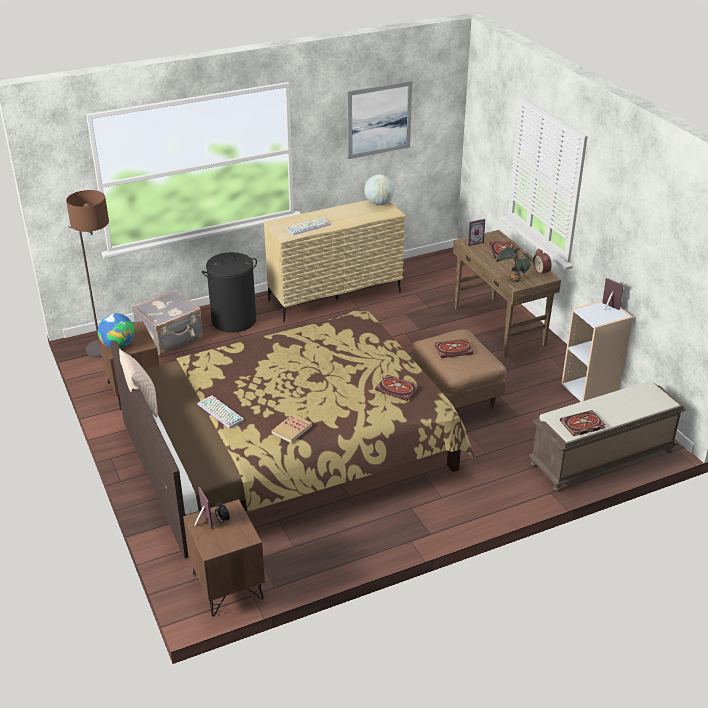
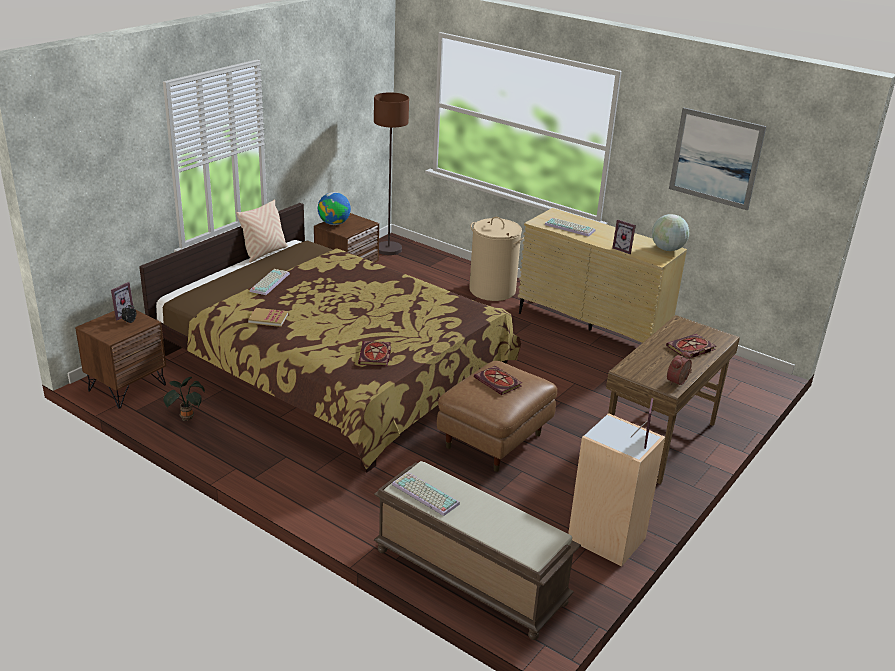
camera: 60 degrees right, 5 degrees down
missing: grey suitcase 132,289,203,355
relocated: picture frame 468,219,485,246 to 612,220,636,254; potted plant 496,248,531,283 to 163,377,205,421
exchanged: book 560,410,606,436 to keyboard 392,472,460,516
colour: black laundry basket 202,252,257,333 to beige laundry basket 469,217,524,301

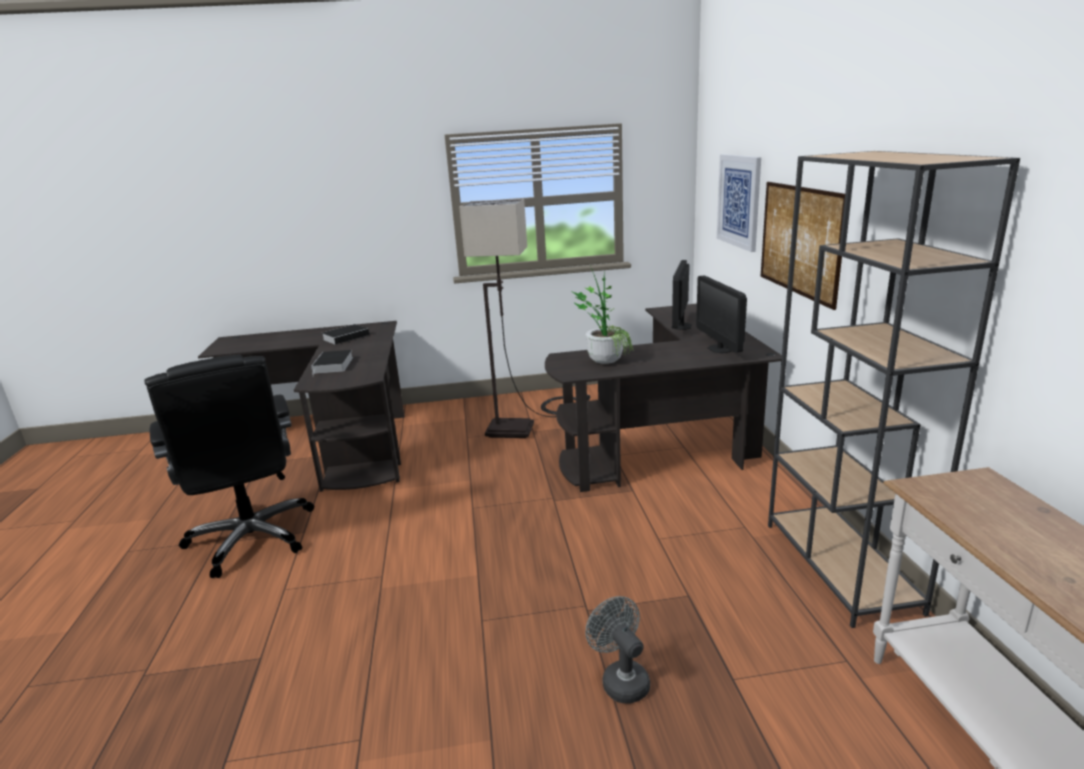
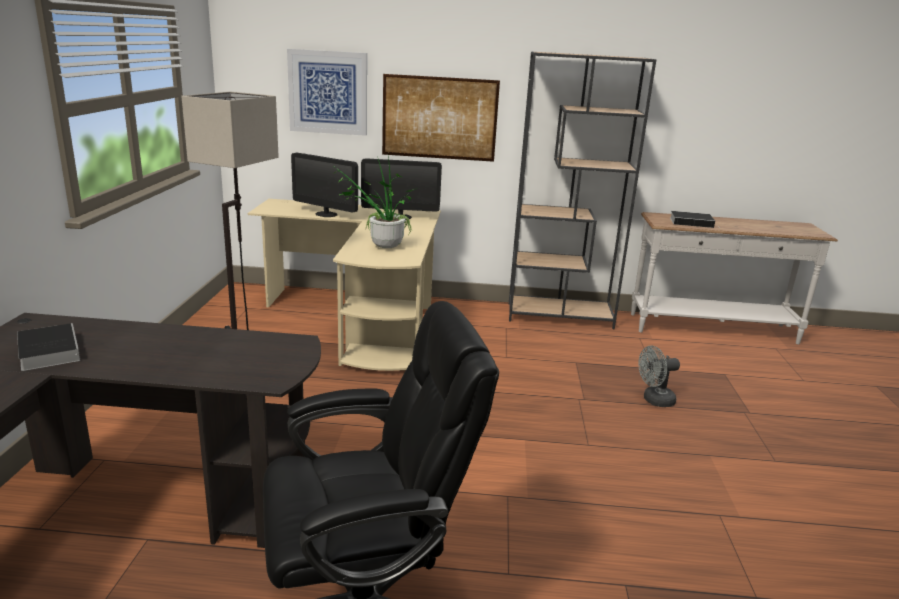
camera: 80 degrees left, 0 degrees up
relocated: book 311,350,353,376 to 670,211,719,228
colour: black desk 545,304,782,492 to beige desk 248,199,441,371

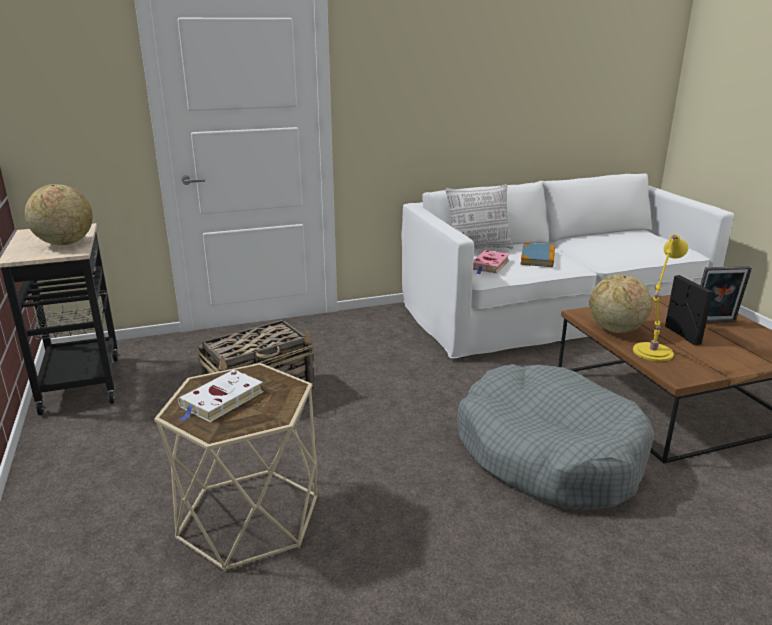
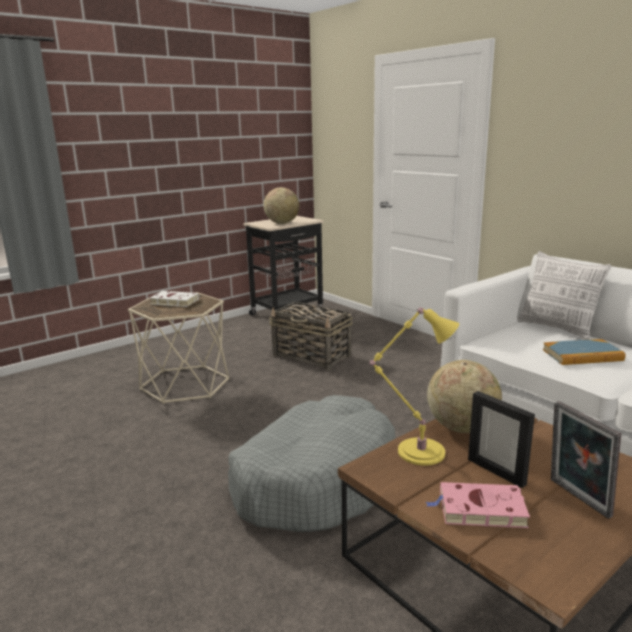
camera: 70 degrees right, 5 degrees down
relocated: pink book 473,250,510,274 to 426,482,530,528
spun: picture frame 665,275,713,345 = 468,391,535,488 90 degrees clockwise

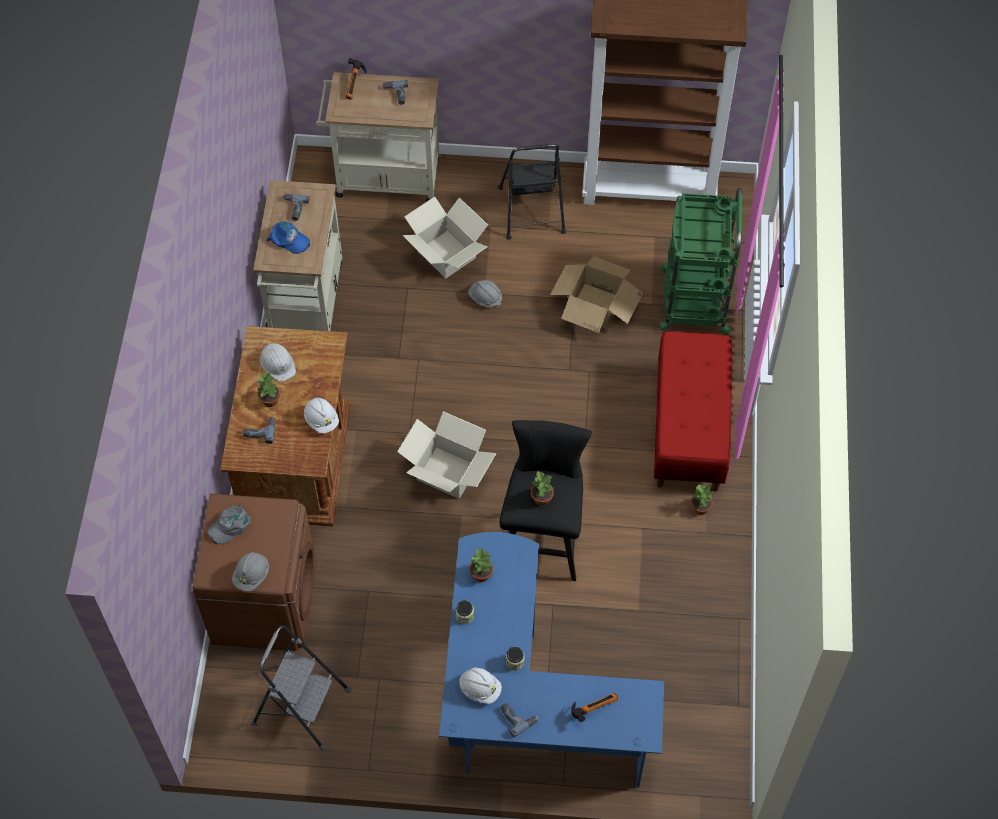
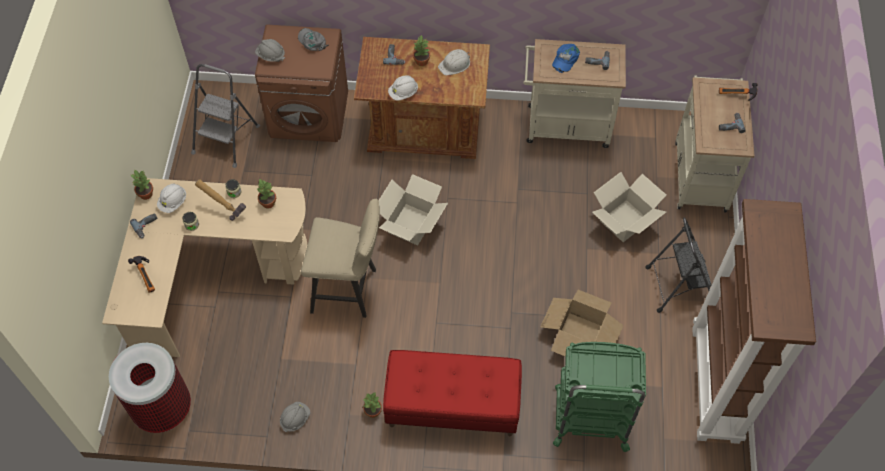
camera: 90 degrees right, 0 degrees up
appeared: trash can 109,343,191,433; hammer 195,179,246,221
relocated: grey hard hat 468,280,502,307 to 280,402,310,432; potted plant 531,470,554,505 to 131,169,153,200
colour: blue desk 439,532,664,787 to beige desk 102,178,307,357; black stool 500,420,592,581 to beige stool 301,199,380,318

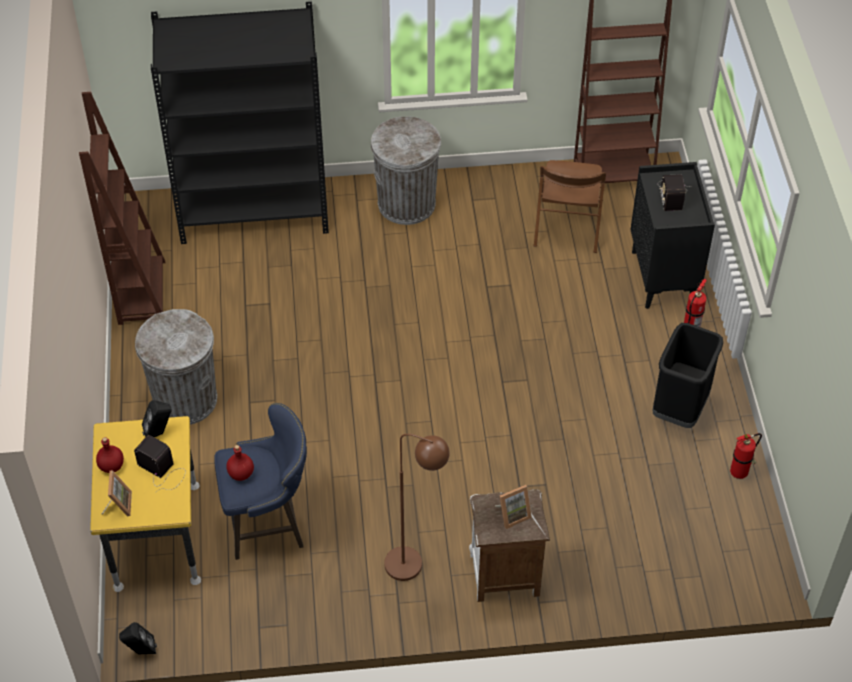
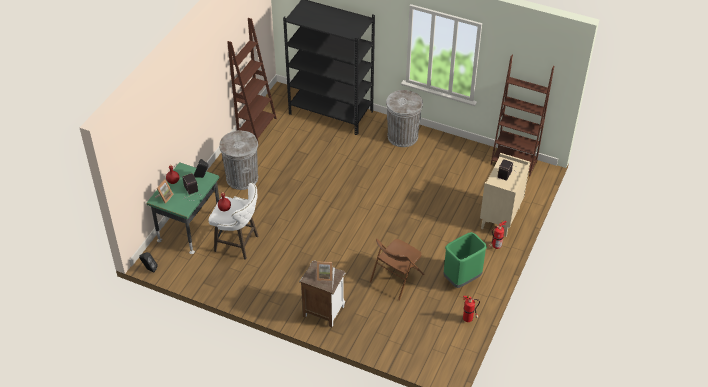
camera: 30 degrees right, 5 degrees down
missing: brown floor lamp 384,434,450,581
relocated: brown chair 533,160,606,253 to 370,239,425,300
colour: yellow desk 90,416,201,592 to green desk 146,162,219,254; blue stool 214,403,307,560 to white stool 209,183,258,260; black cabinet 630,162,715,309 to beige cabinet 480,153,530,237; black trash can 653,323,723,428 to green trash can 443,232,487,288

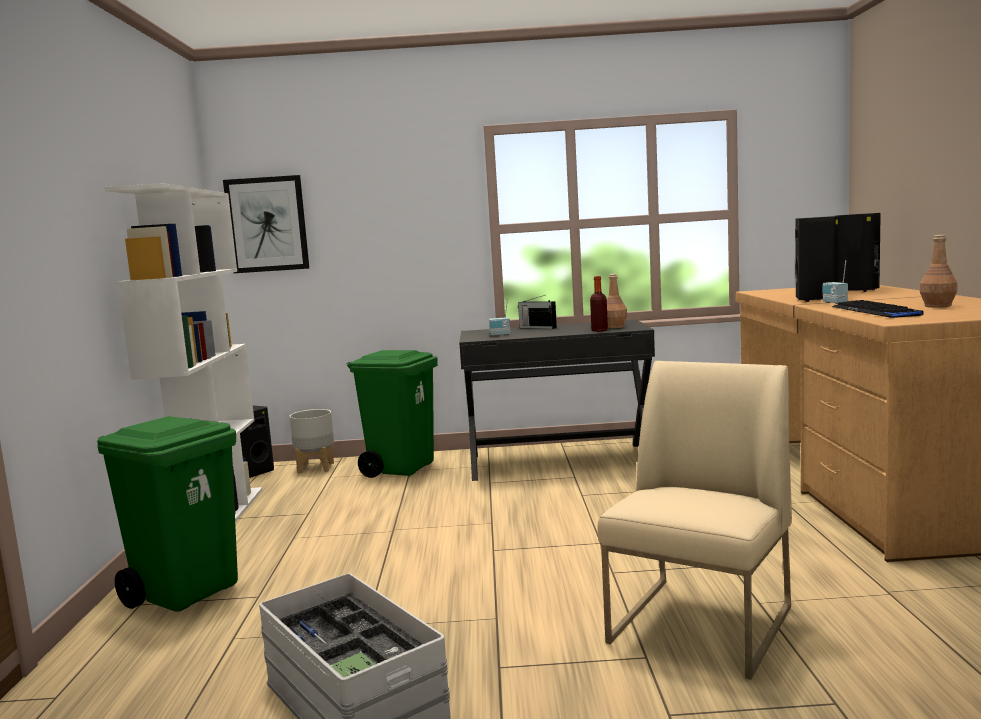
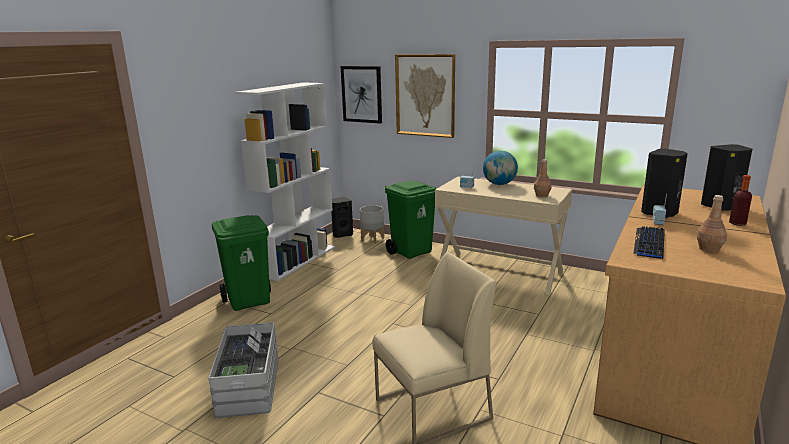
camera: 30 degrees right, 10 degrees up
appeared: picture 395,54,455,138
relocated: bottle 590,276,608,332 to 729,175,752,226
exchanged: radio 518,295,557,329 to globe 483,151,518,185
colour: black desk 459,320,655,481 to beige desk 435,177,572,295

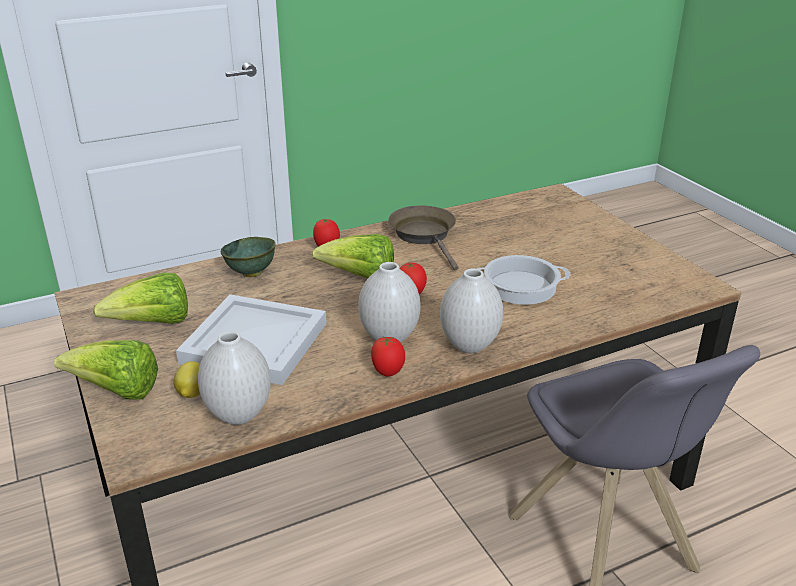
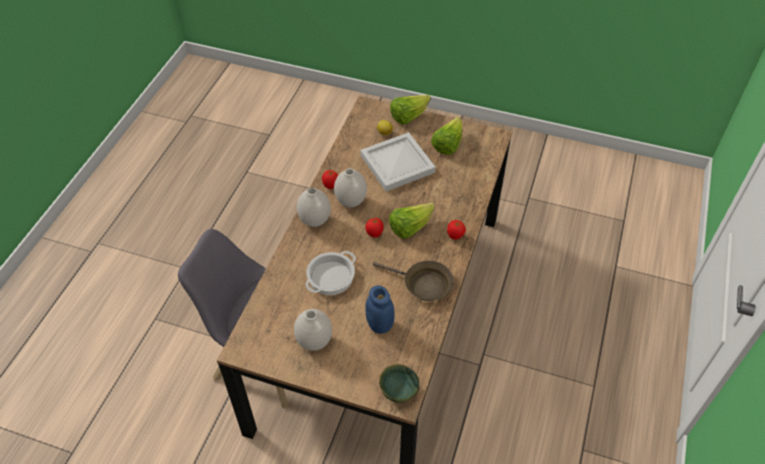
camera: 135 degrees right, 20 degrees up
appeared: blue jar 365,286,395,334
relocated: white vase 198,331,271,425 to 294,309,332,351; green bowl 221,237,276,277 to 379,364,419,403

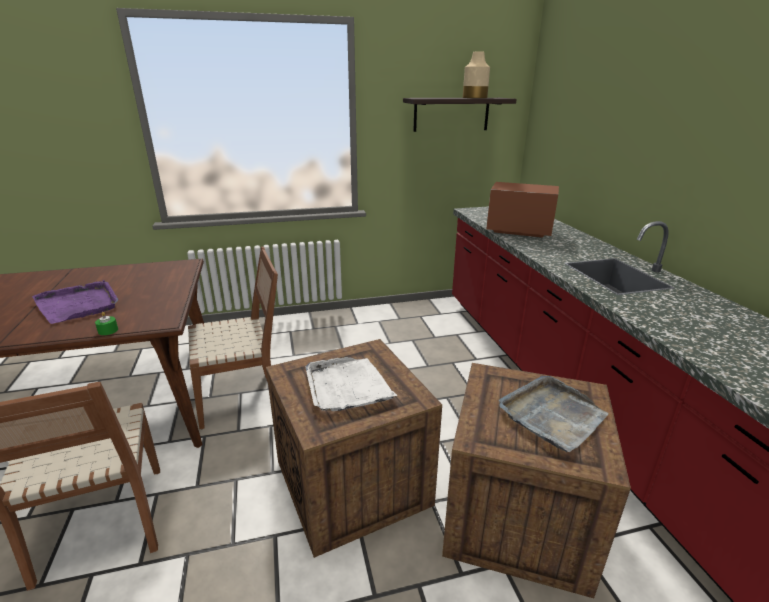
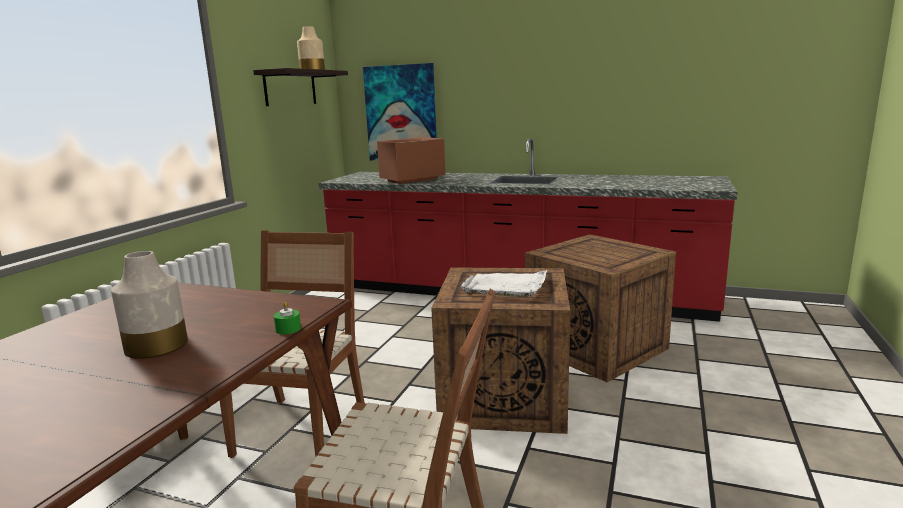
camera: 55 degrees left, 10 degrees down
missing: grey tray 499,376,608,452
appeared: picture 363,63,437,161
exchanged: purple tray 32,280,118,324 to beige vase 111,251,188,359

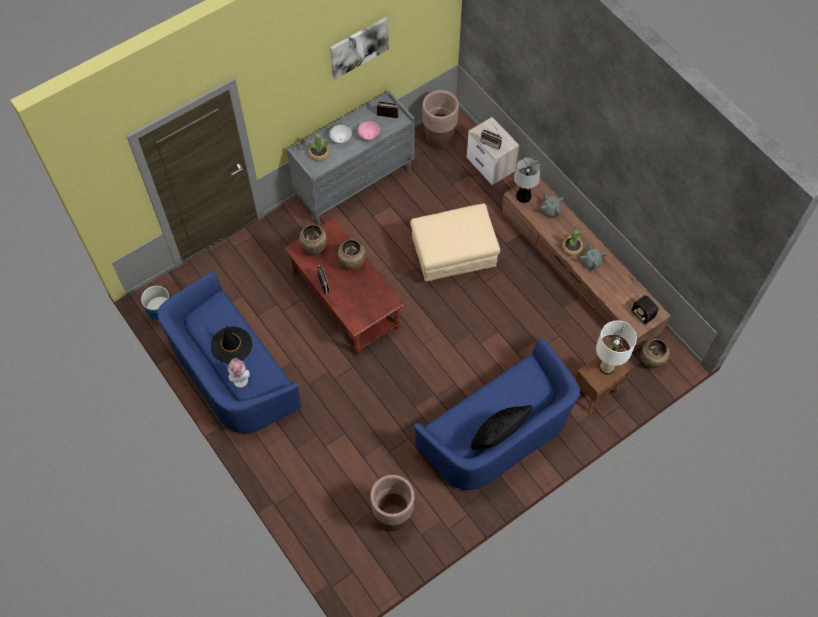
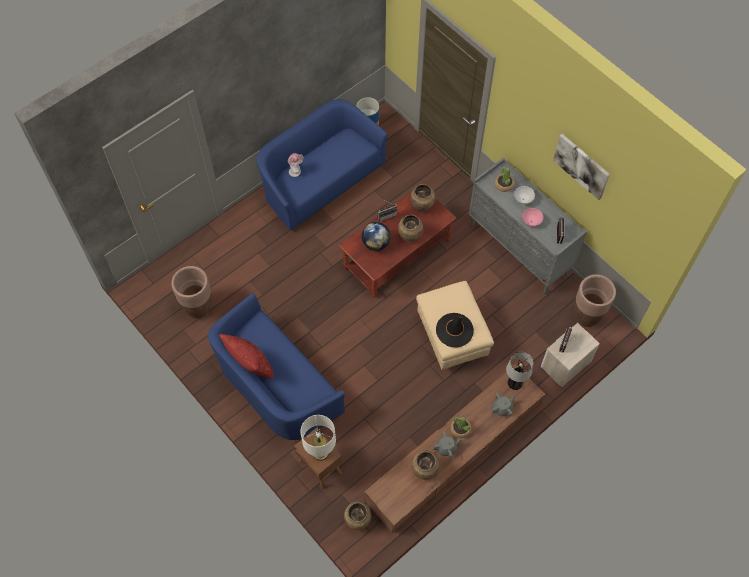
camera: 85 degrees right, 0 degrees up
missing: radio 624,294,659,325
appeared: globe 362,222,391,251; brown vase 412,451,440,480
relocated: black hat 211,325,252,364 to 436,313,474,348
colour: black pillow 471,405,533,450 to red pillow 219,334,274,379

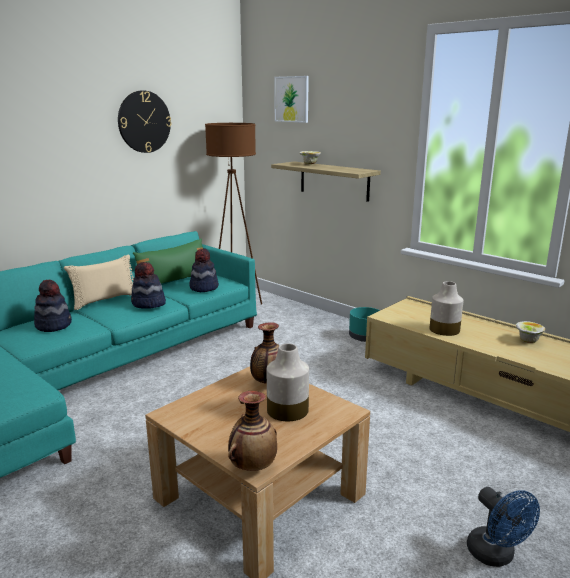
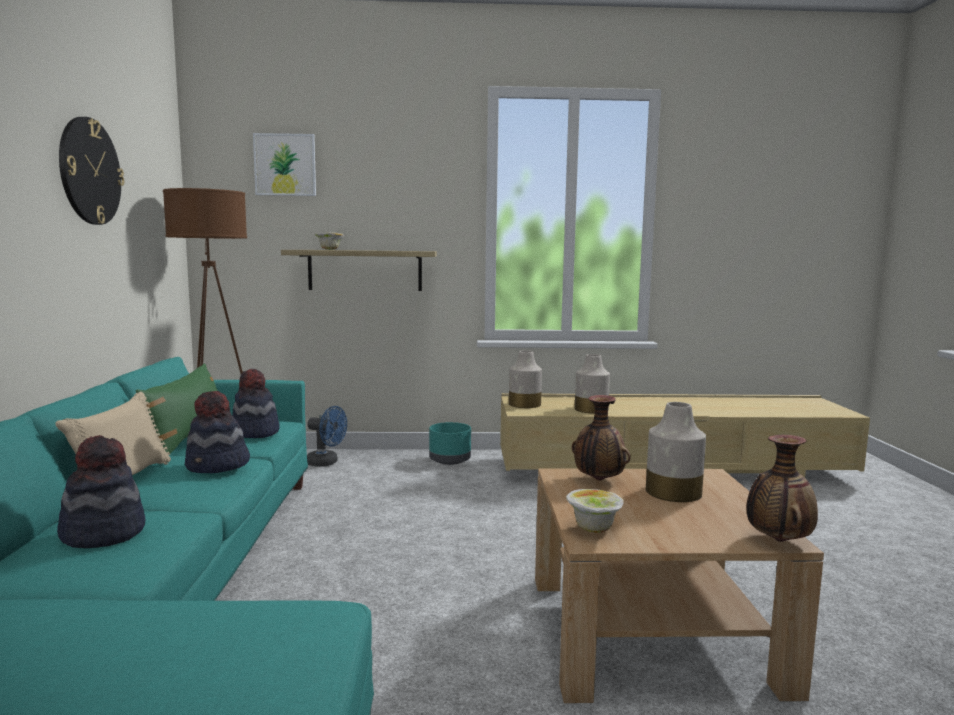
camera: 45 degrees left, 10 degrees down
appeared: beige vase 509,350,542,408
relocated: blue fan 467,487,540,567 to 307,406,347,467; bowl 516,321,545,343 to 566,489,624,533

